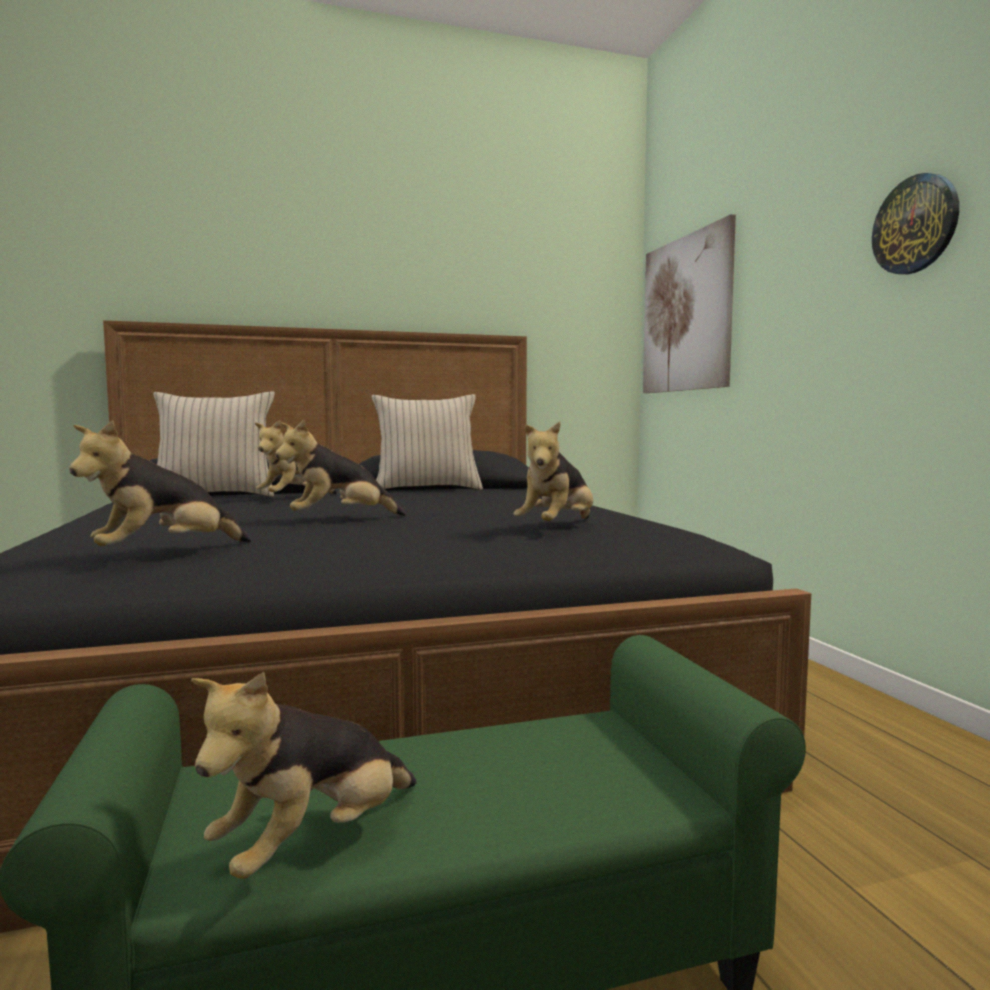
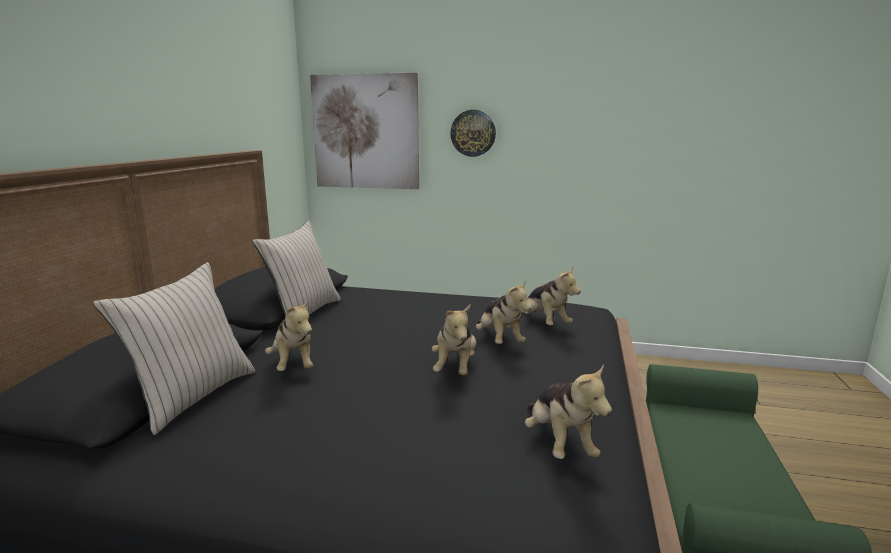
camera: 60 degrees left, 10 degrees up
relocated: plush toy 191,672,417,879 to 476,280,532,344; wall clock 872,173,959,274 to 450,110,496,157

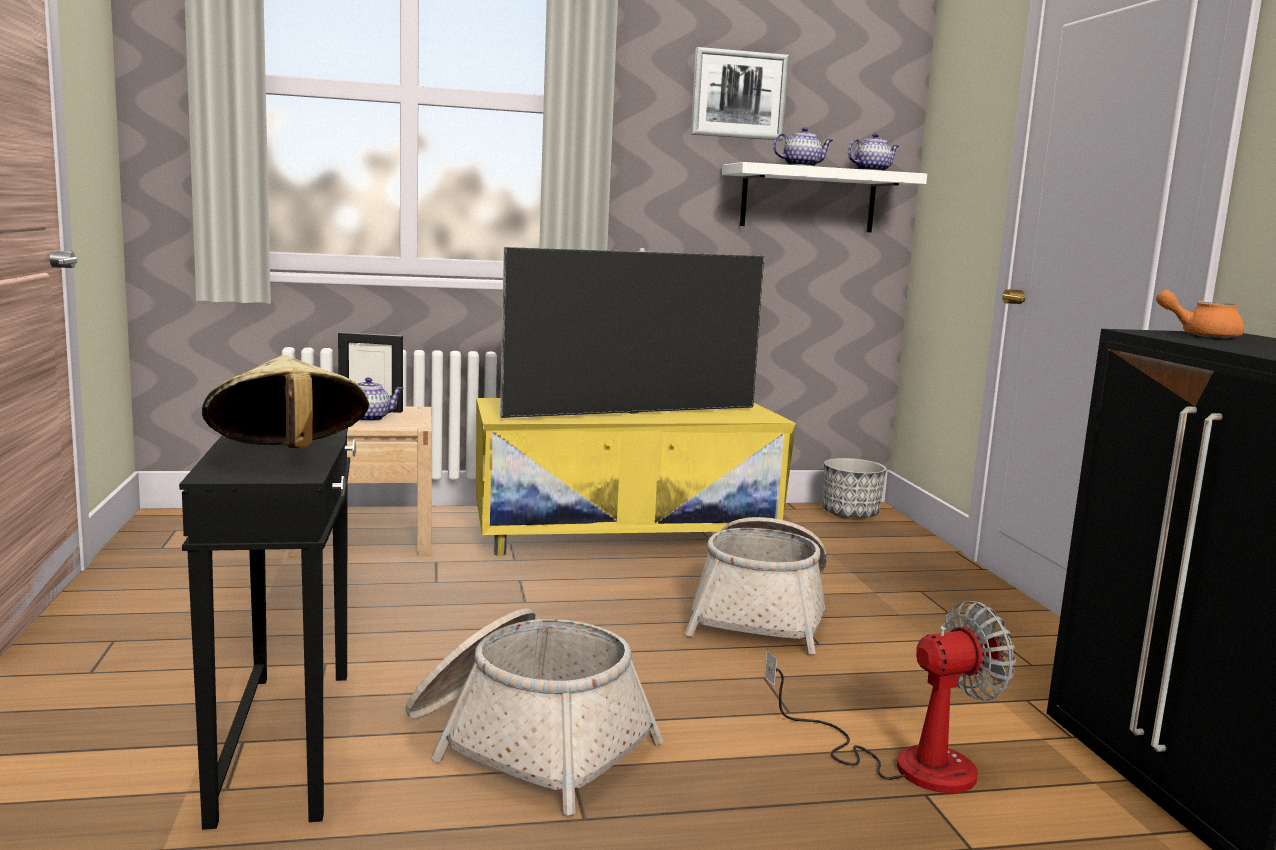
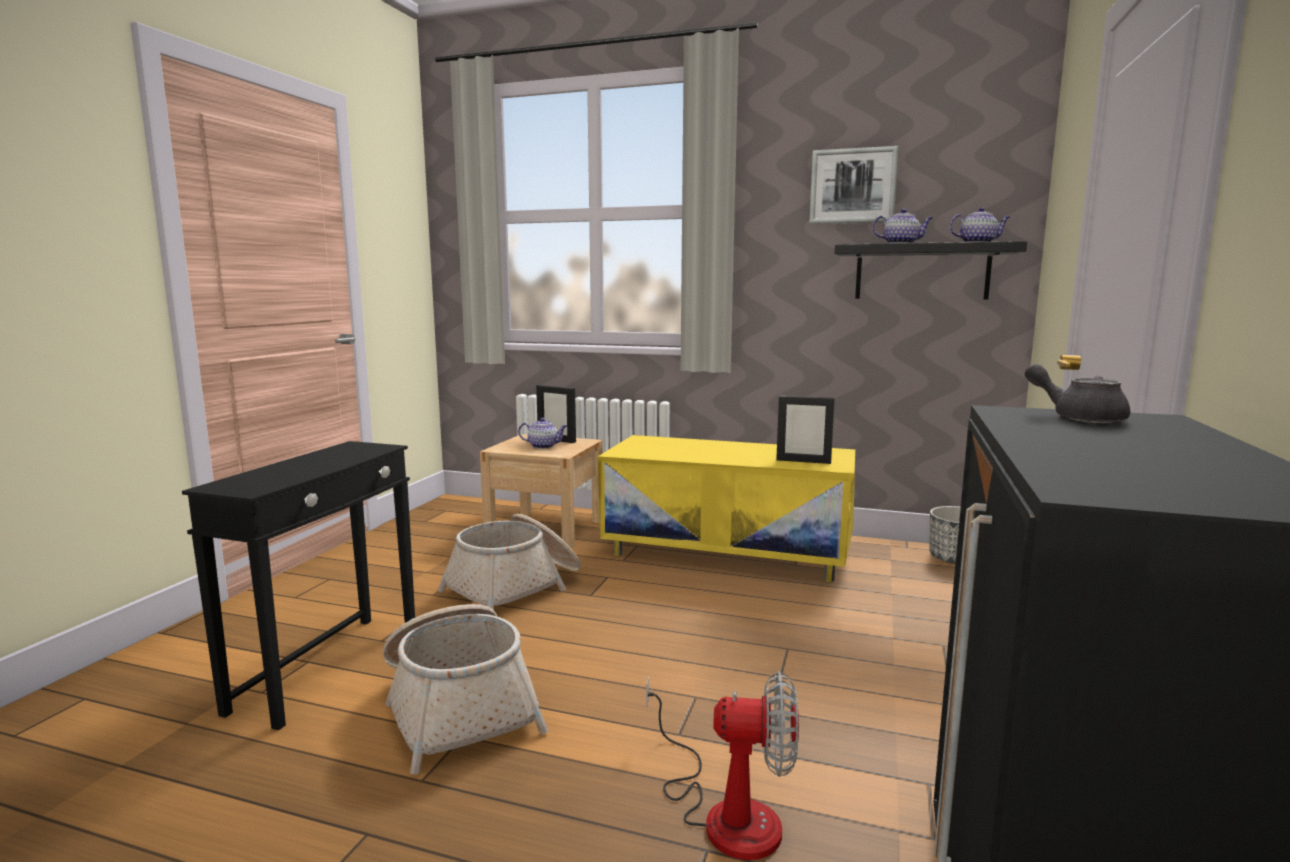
camera: 30 degrees right, 0 degrees up
missing: beige hat 202,355,369,448; television 500,247,764,418
appeared: picture frame 776,395,835,464
relocated: basket 685,517,827,654 to 438,514,581,610
colour: white shelf 722,162,927,232 to black shelf 835,241,1027,300; orange teapot 1156,290,1244,338 to grey teapot 1025,364,1130,423

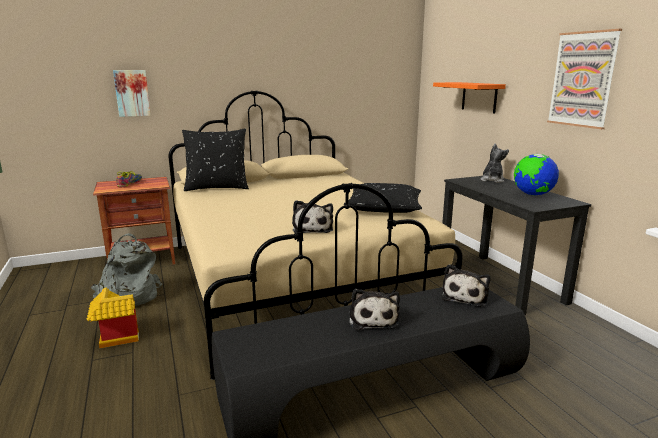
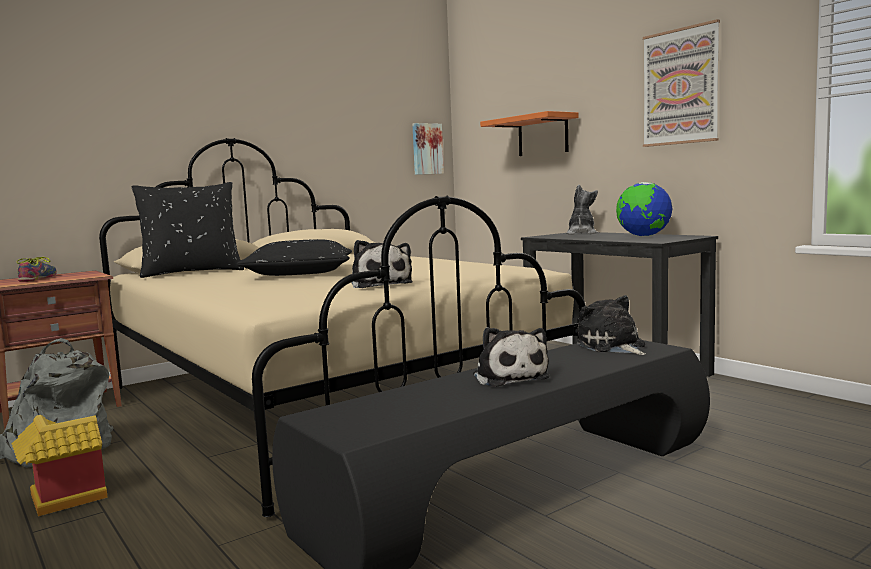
camera: 15 degrees left, 10 degrees down
relocated: picture 113,70,151,117 to 412,123,444,175; black pillow 344,183,422,213 to 237,239,352,276
spun: plush toy 442,264,490,307 = 576,295,646,355 150 degrees clockwise

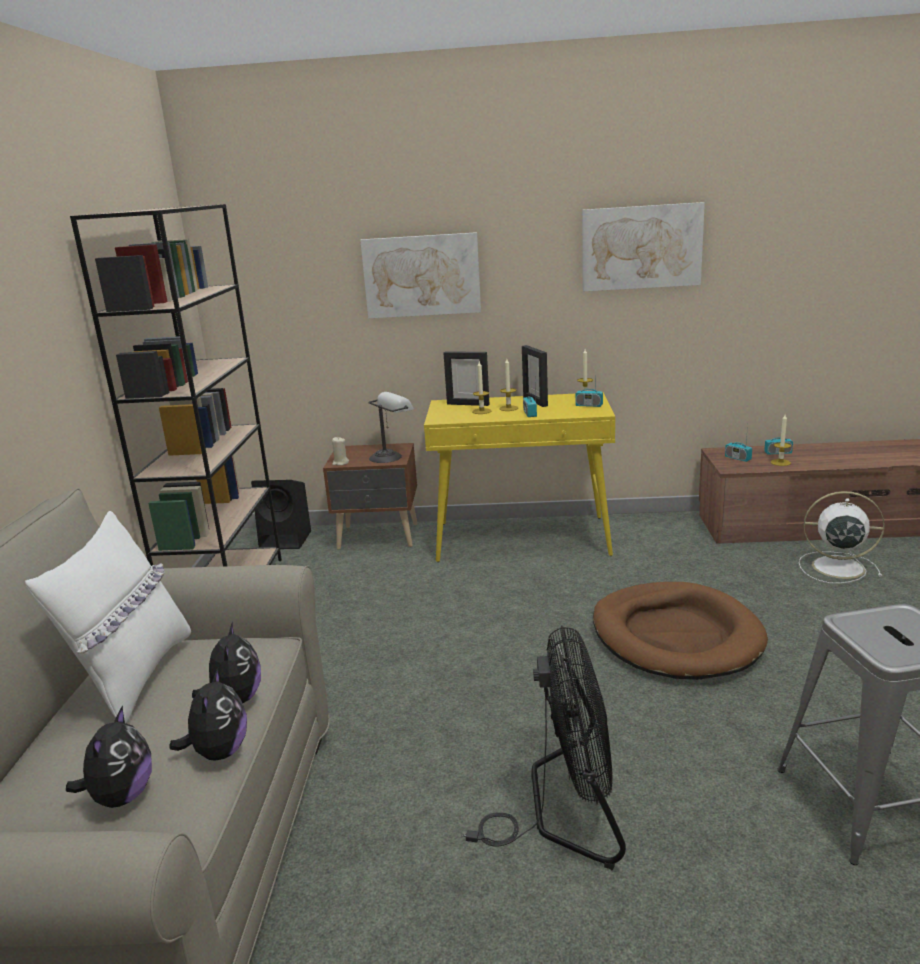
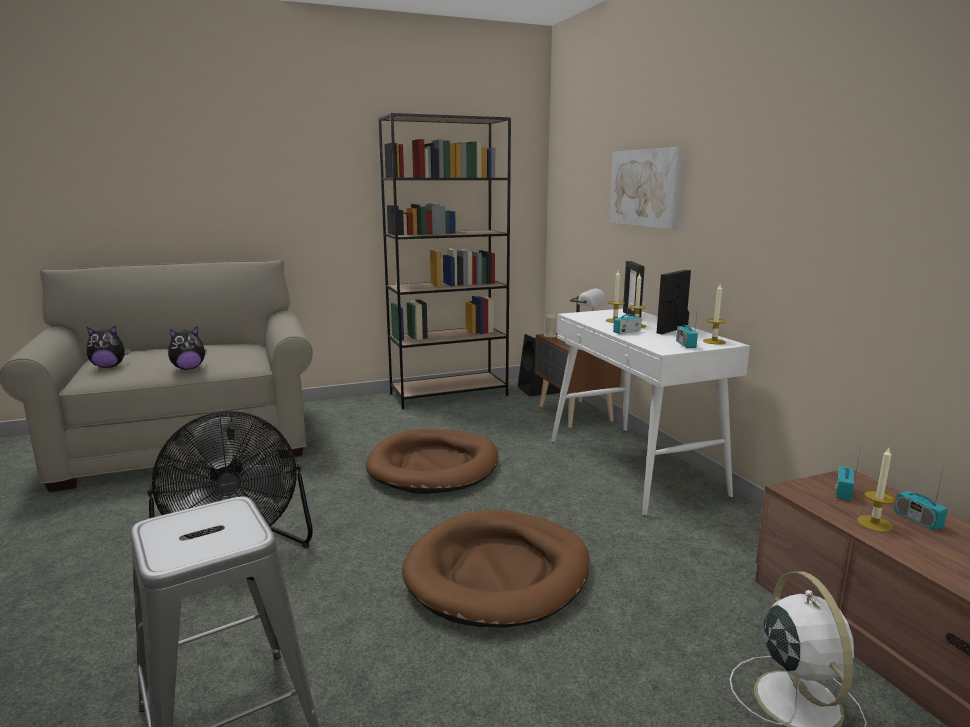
camera: 65 degrees right, 5 degrees down
missing: white pillow 25,511,191,723; plush toy 169,668,247,761; picture 582,202,705,291
appeared: brown dog bed 366,429,498,494
colour: yellow console table 424,393,615,562 to white console table 551,309,750,516

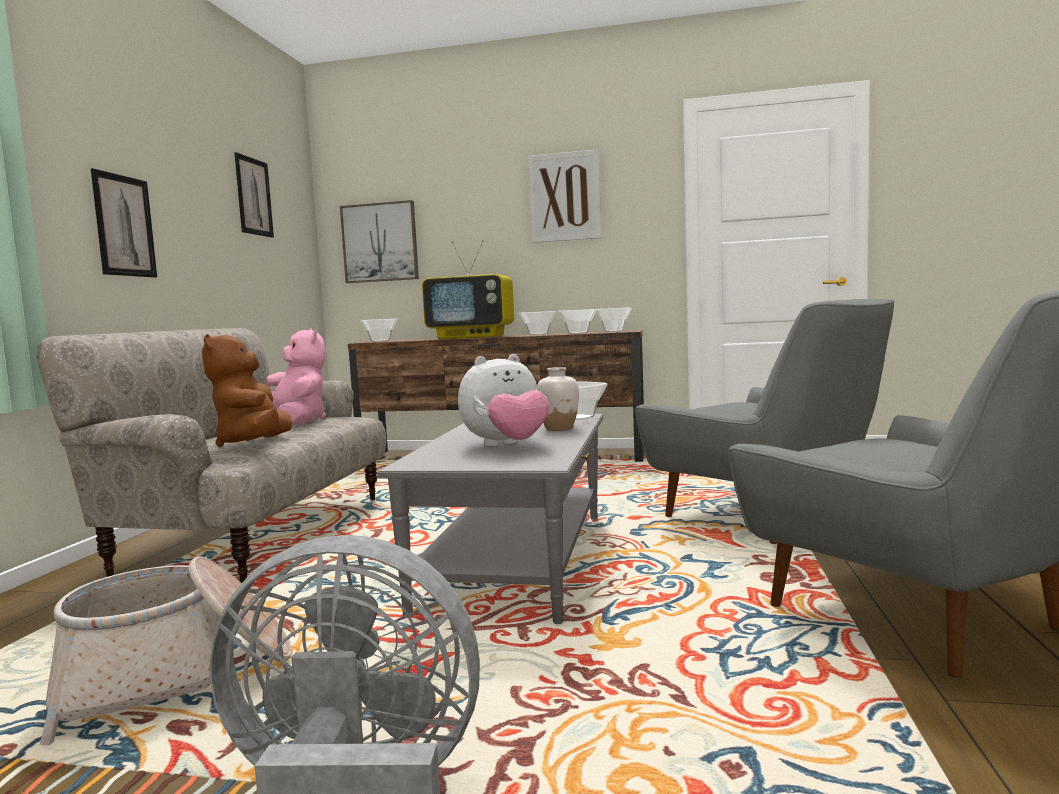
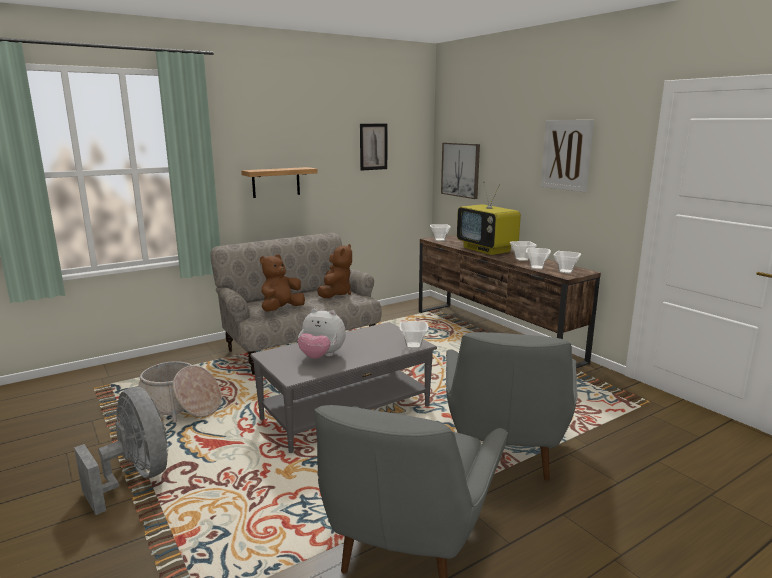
camera: 45 degrees right, 10 degrees up
missing: white vase 537,367,579,431
exchanged: picture 91,168,157,278 to shelf 241,167,318,198
colour: pink plush toy 266,328,326,425 to brown plush toy 317,244,352,298

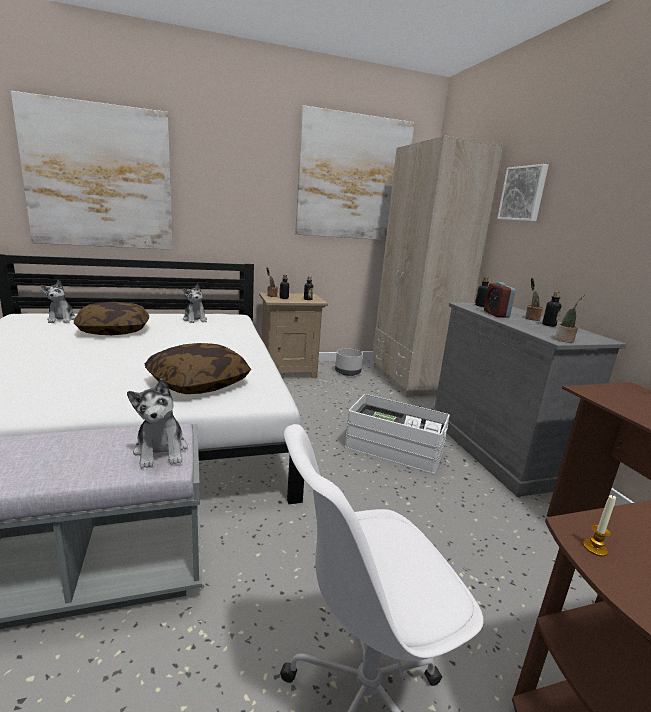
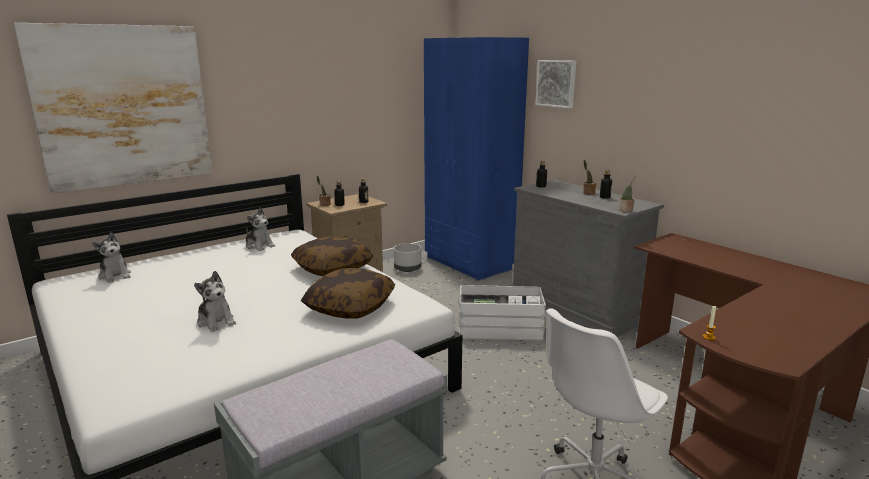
camera: 20 degrees left, 0 degrees up
missing: picture 295,105,414,240; alarm clock 484,282,516,318
relocated: pillow 74,302,149,335 to 291,236,373,276; plush toy 127,378,188,469 to 194,271,236,332
colour: beige wardrobe 372,136,503,397 to blue wardrobe 424,37,529,281

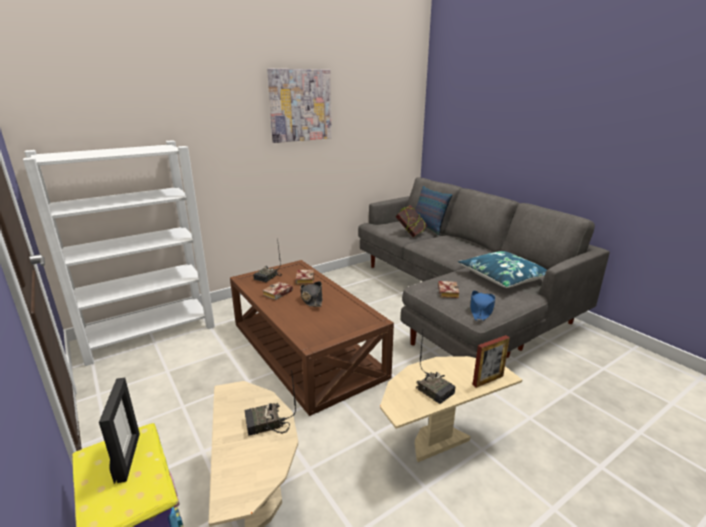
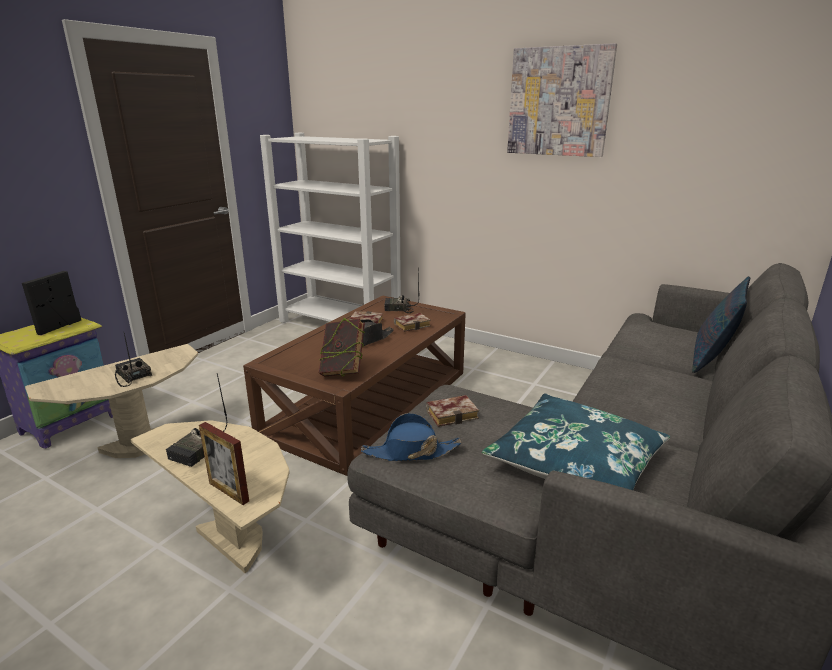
camera: 65 degrees right, 0 degrees up
relocated: book 395,205,428,237 to 319,318,365,377
spun: picture frame 99,377,140,484 = 22,271,81,335 150 degrees clockwise

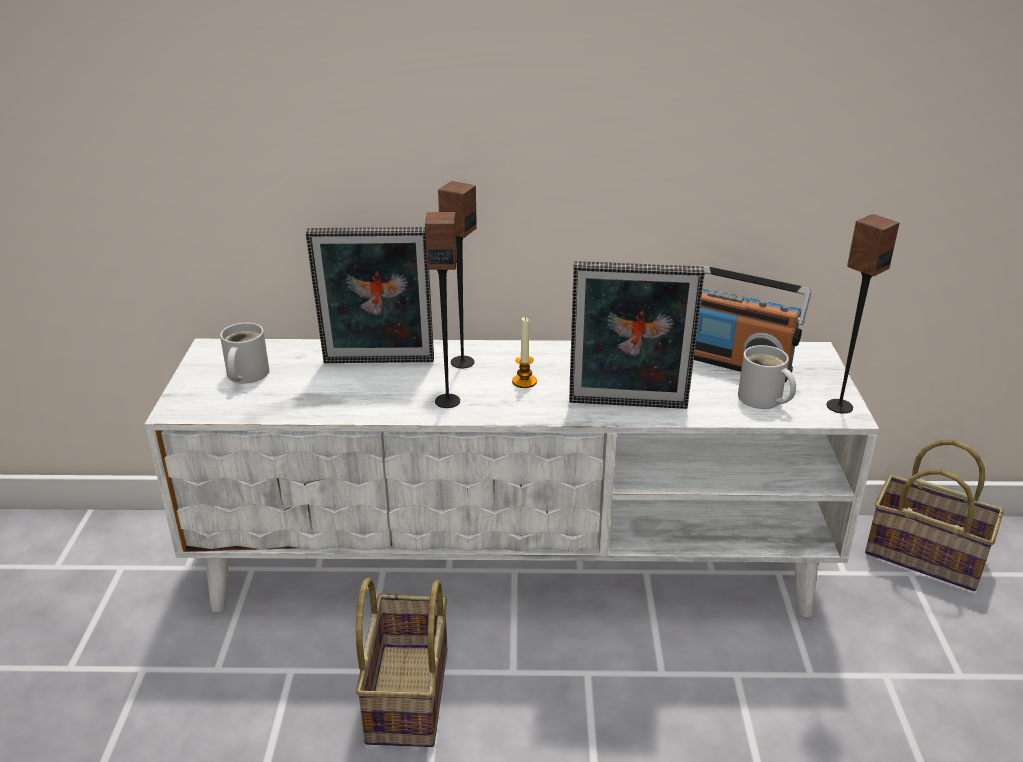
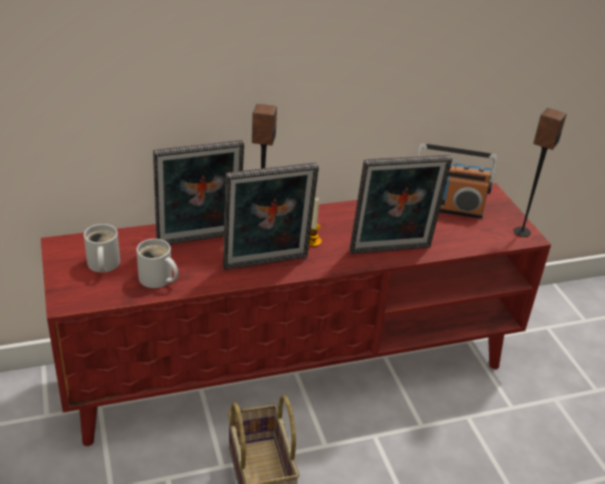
camera: 20 degrees left, 5 degrees up
missing: basket 865,440,1004,591
relocated: white mug 738,345,796,409 to 136,239,178,288
exchanged: speaker 425,212,460,408 to picture frame 223,162,319,270
colour: white tv stand 145,339,879,617 to red tv stand 41,183,551,446

